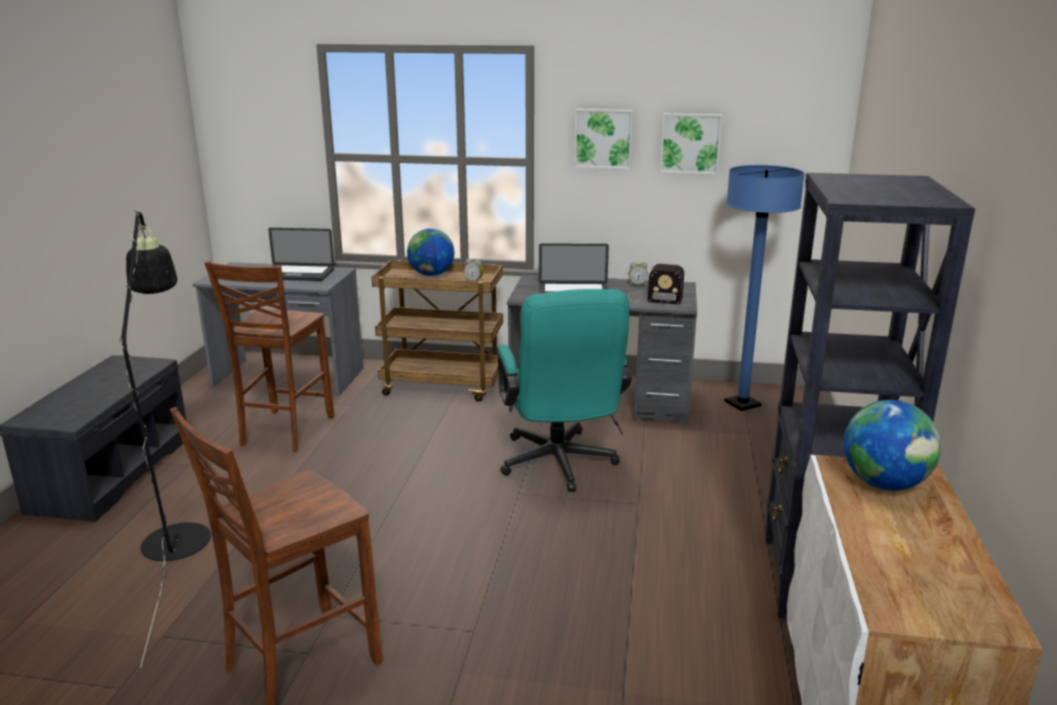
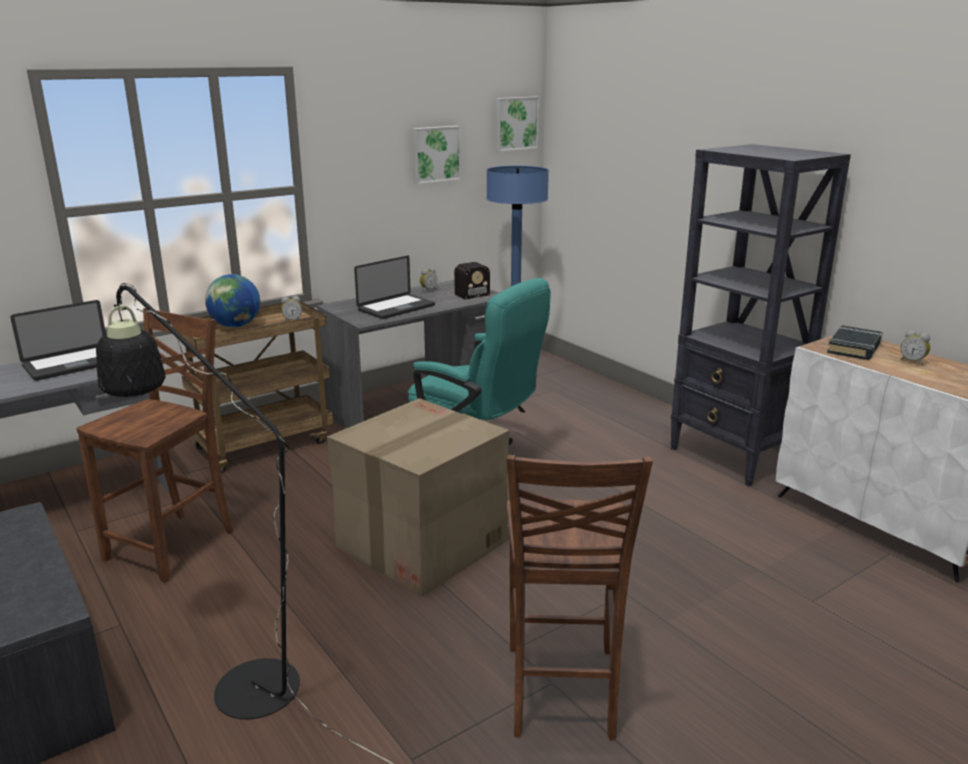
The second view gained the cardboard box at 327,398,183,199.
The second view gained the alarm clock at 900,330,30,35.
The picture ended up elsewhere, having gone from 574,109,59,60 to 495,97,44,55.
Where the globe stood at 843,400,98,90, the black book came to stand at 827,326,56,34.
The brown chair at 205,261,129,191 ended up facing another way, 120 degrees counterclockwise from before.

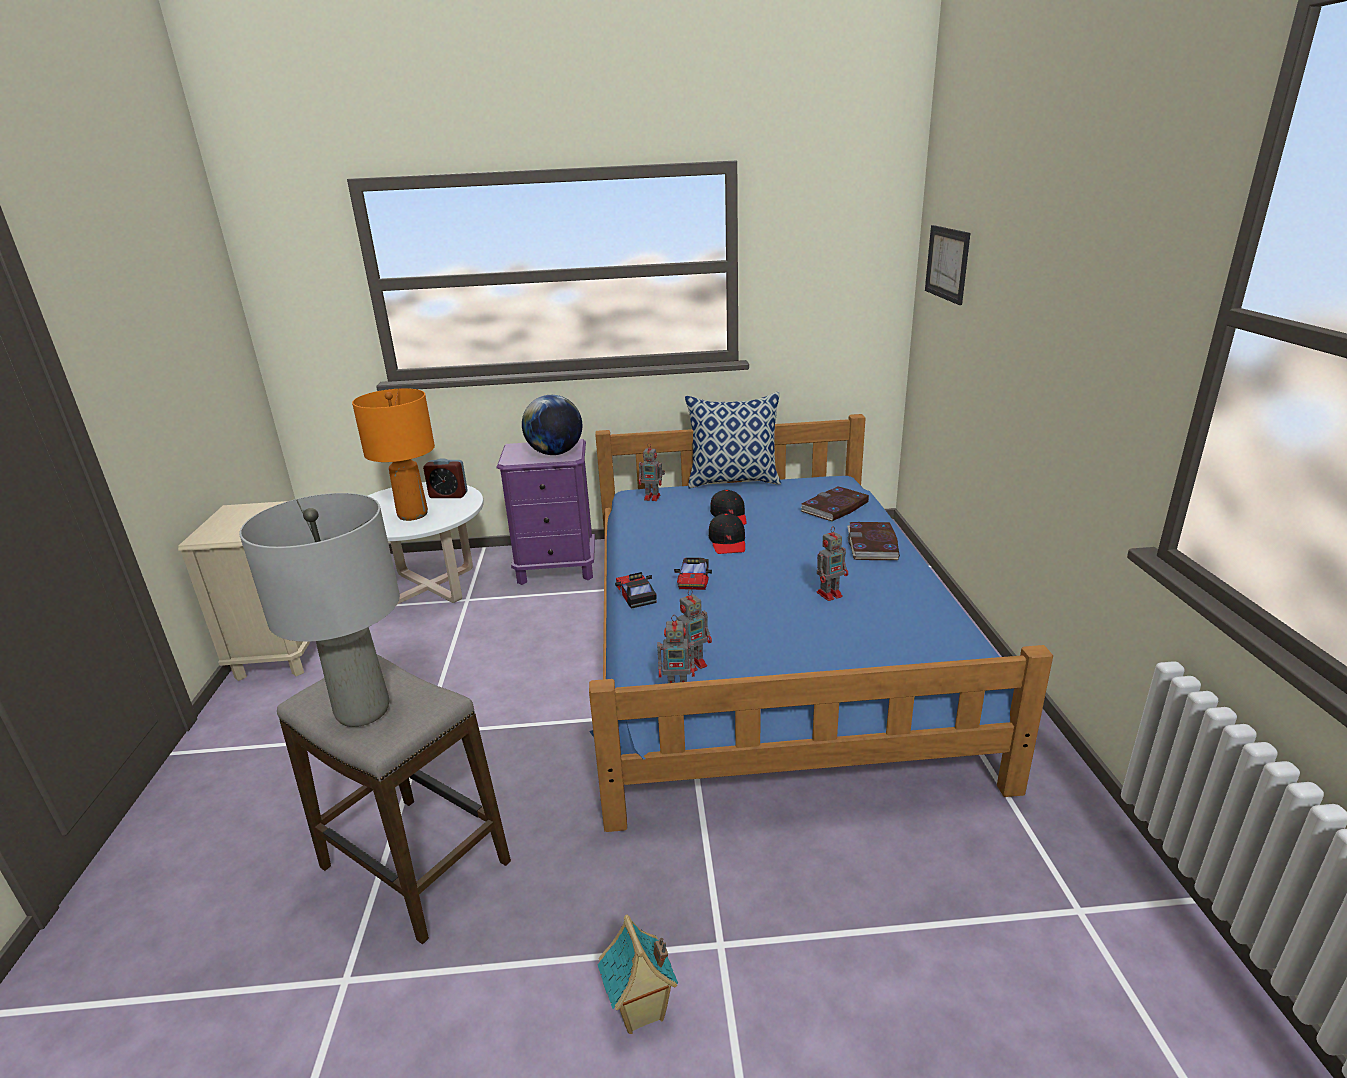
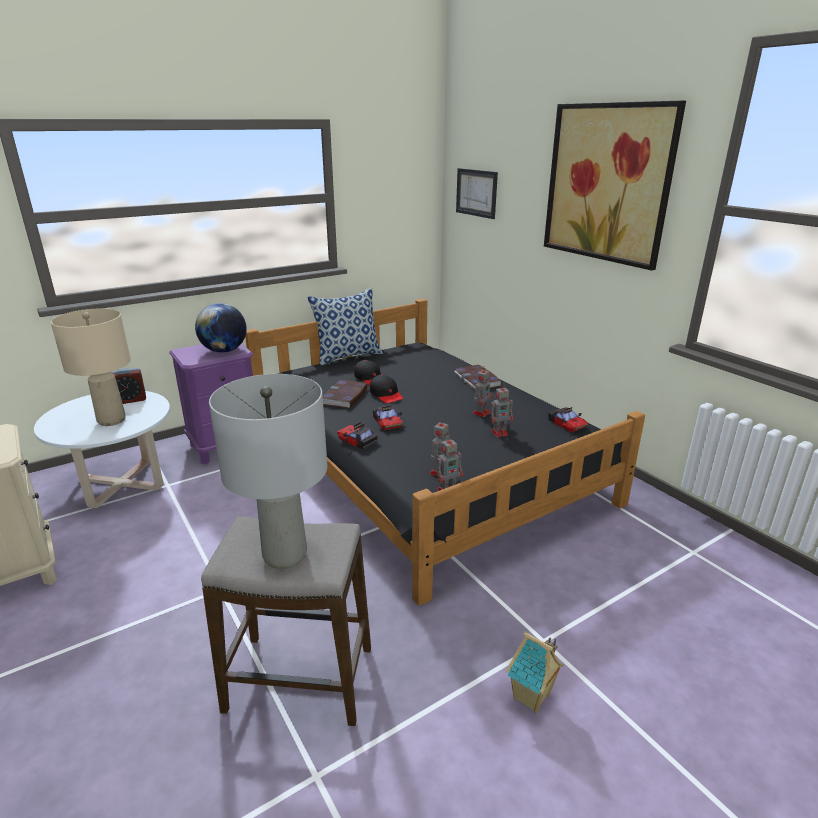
The second view gained the picture at 544,101,142,169.
The second view gained the toy car at 548,407,41,25.
The toy robot ended up elsewhere, having gone from 639,443,26,58 to 491,383,22,54.
The book ended up elsewhere, having gone from 800,486,69,35 to 323,380,45,28.
What was the orange table lamp at 352,388,83,133 turned into the beige table lamp at 51,309,80,117.
What was the blue bed at 589,414,464,418 turned into the black bed at 245,299,400,307.

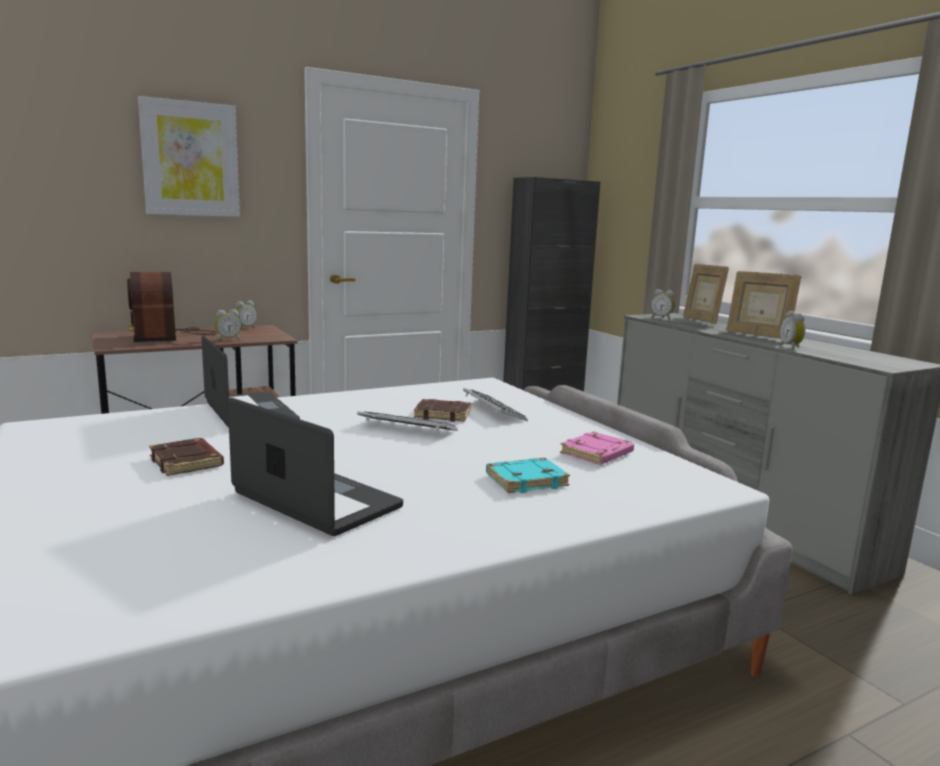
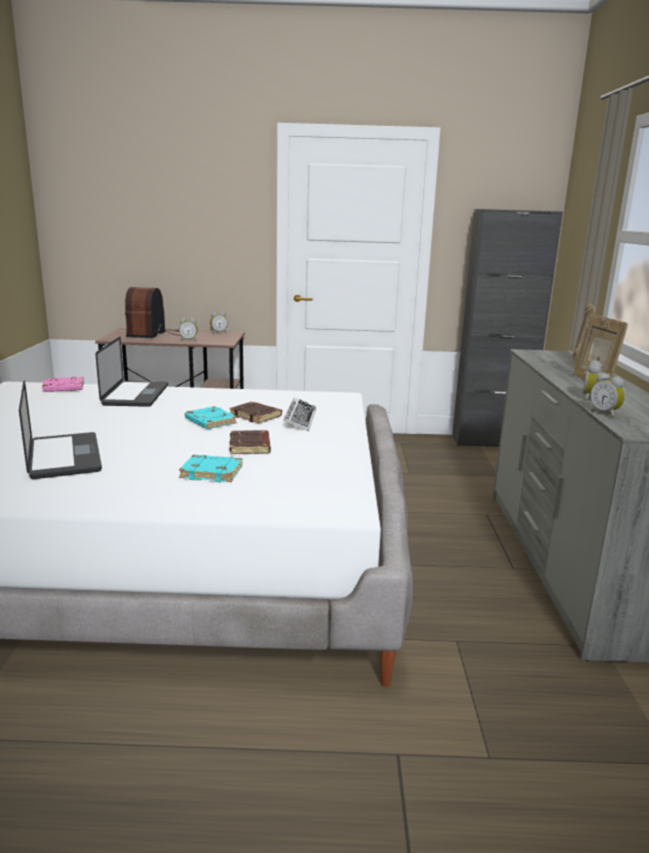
The second view lost the picture at 138,96,102,121.
The brown book ended up elsewhere, having gone from 149,438,75,38 to 229,430,42,24.
The pink book ended up elsewhere, having gone from 560,431,74,34 to 42,376,42,16.
The alarm clock ended up elsewhere, having gone from 651,289,24,31 to 590,373,35,45.
Where the keyboard stood at 357,411,101,20, the turquoise book came to stand at 185,406,52,23.

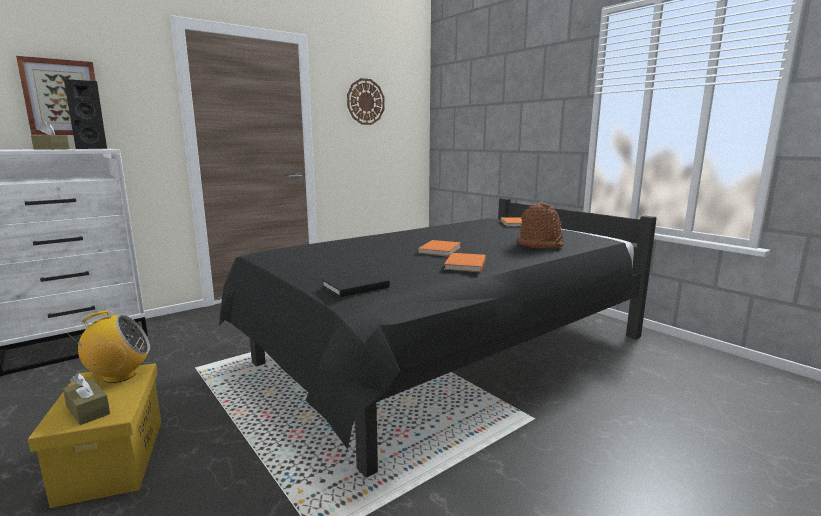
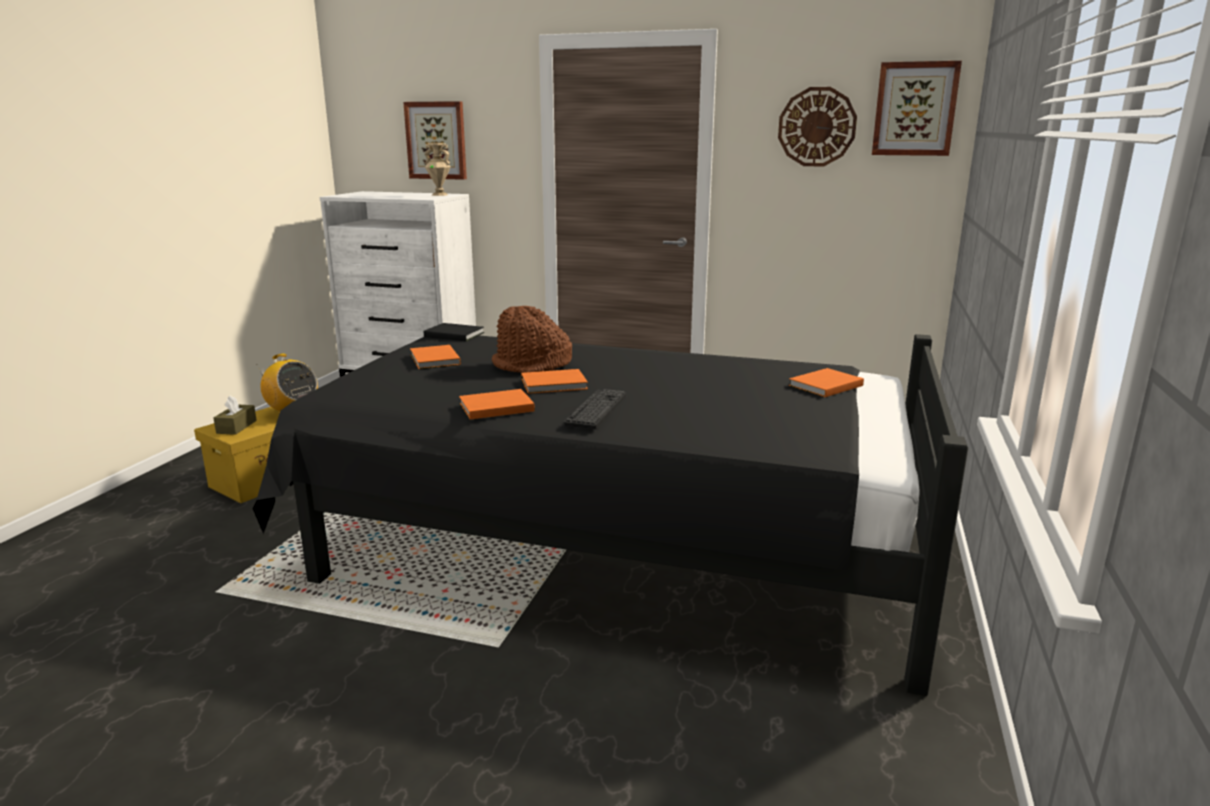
The second view lost the brown tissue box at 31,122,39,28.
The second view gained the orange book at 410,345,51,24.
The second view gained the keyboard at 564,389,62,40.
The second view gained the picture at 872,61,90,95.
The black book ended up elsewhere, having gone from 322,271,68,26 to 424,323,60,18.
The brown hat ended up elsewhere, having gone from 516,202,48,47 to 492,306,80,67.
Where the black speaker stood at 64,79,43,70, the beige vase came to stand at 425,143,26,53.

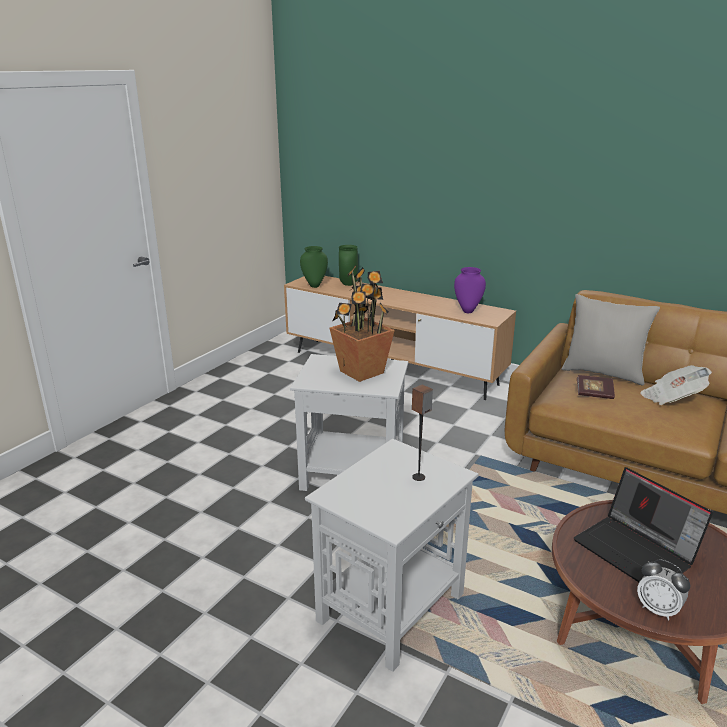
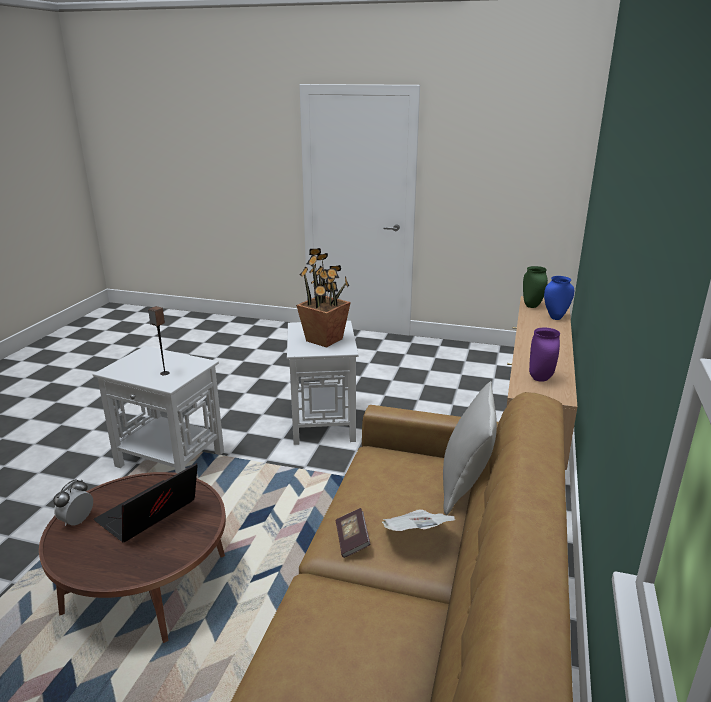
The book ended up elsewhere, having gone from 577,375,38,24 to 336,508,35,50.
What was the green vase at 339,245,19,41 turned into the blue vase at 544,276,30,44.

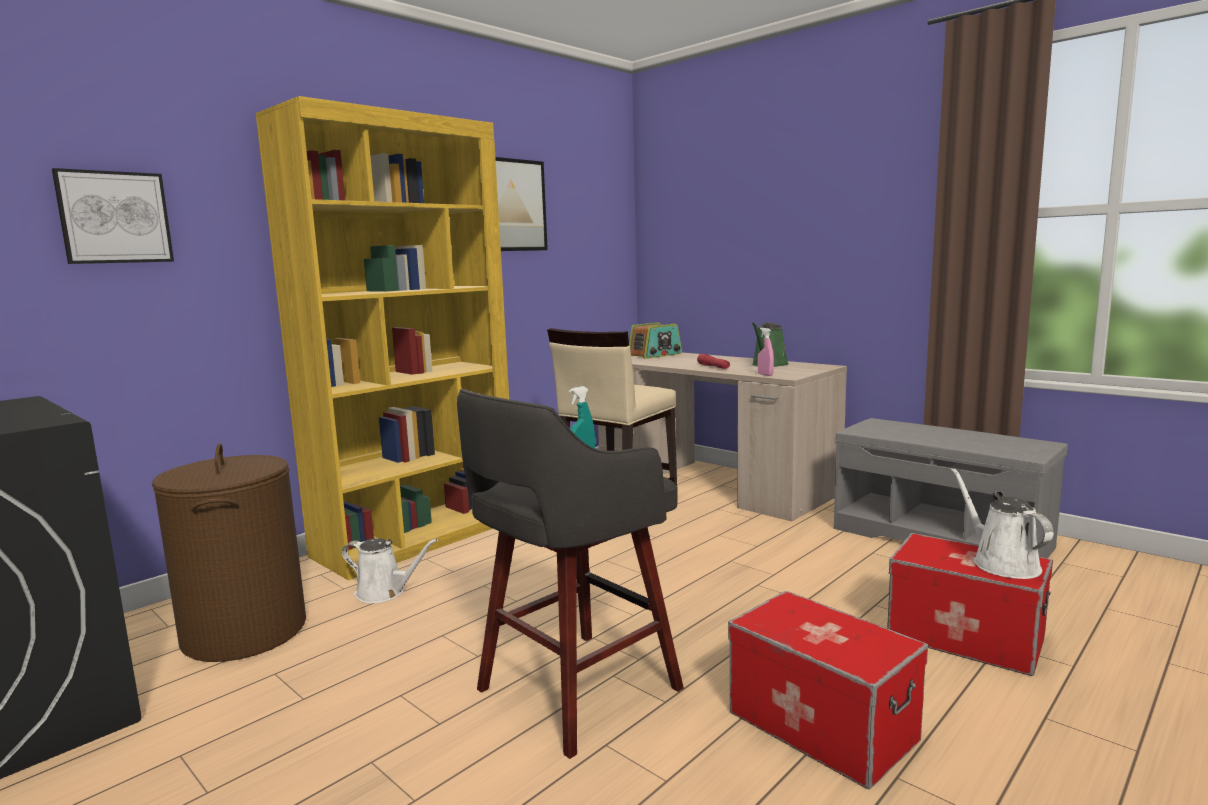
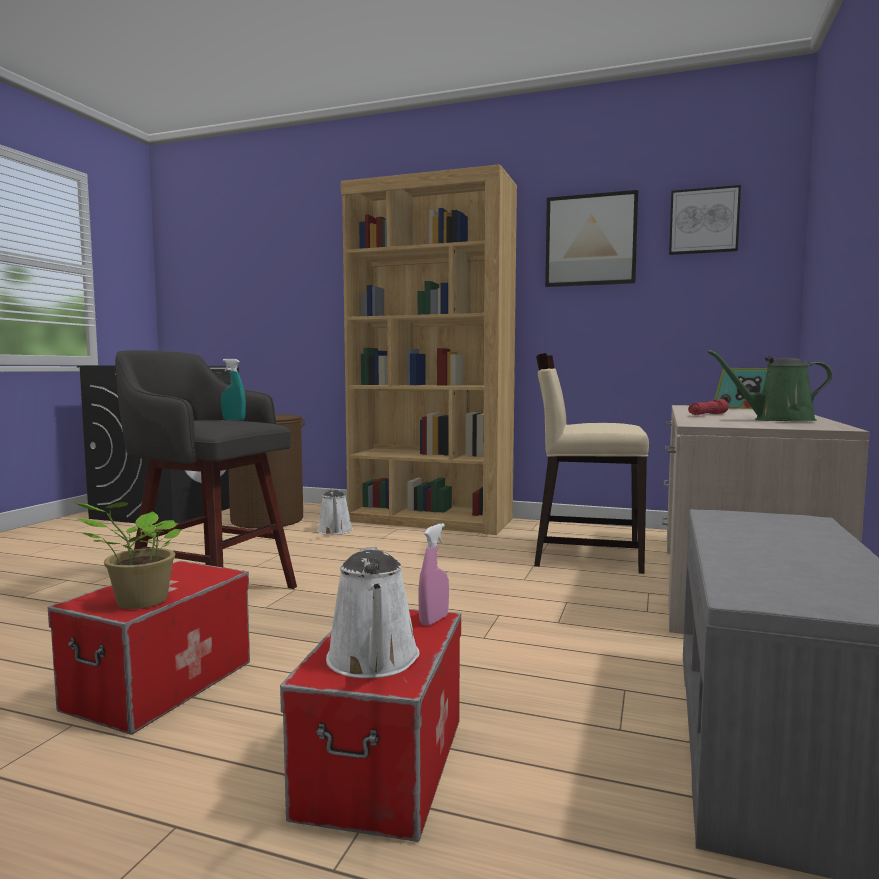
The second view gained the potted plant at 74,502,107,107.
The picture ended up elsewhere, having gone from 52,168,122,96 to 669,185,72,70.
The pink spray bottle ended up elsewhere, having gone from 758,328,16,48 to 418,523,31,103.
What was the yellow bookcase at 255,96,254,484 turned into the brown bookcase at 341,164,176,371.
The white watering can at 951,468,102,111 ended up facing another way, 120 degrees clockwise from before.

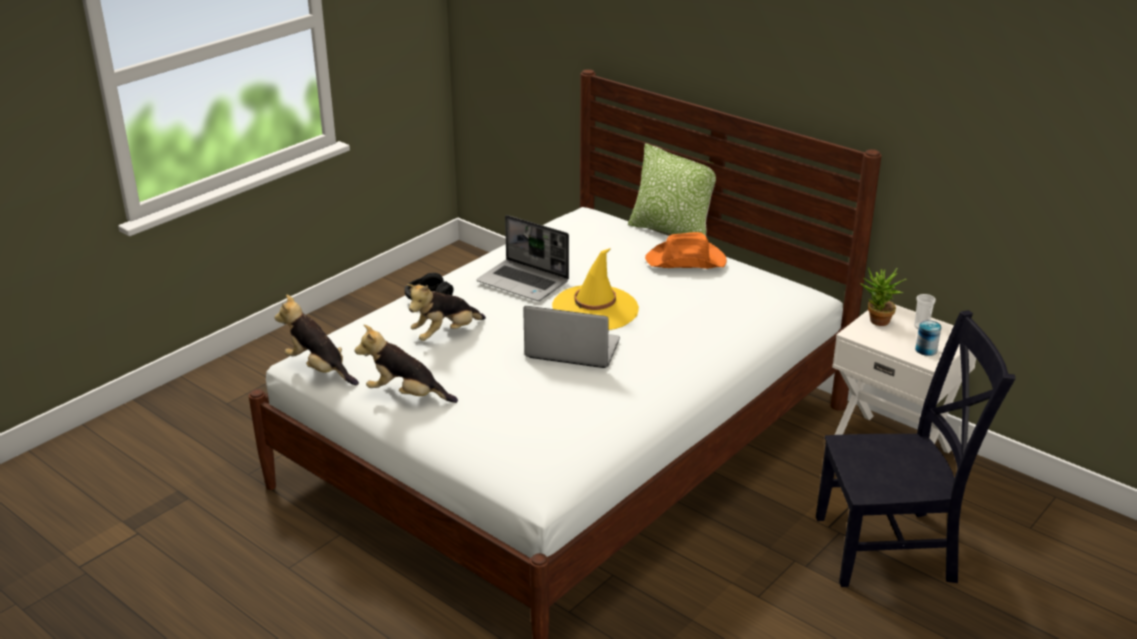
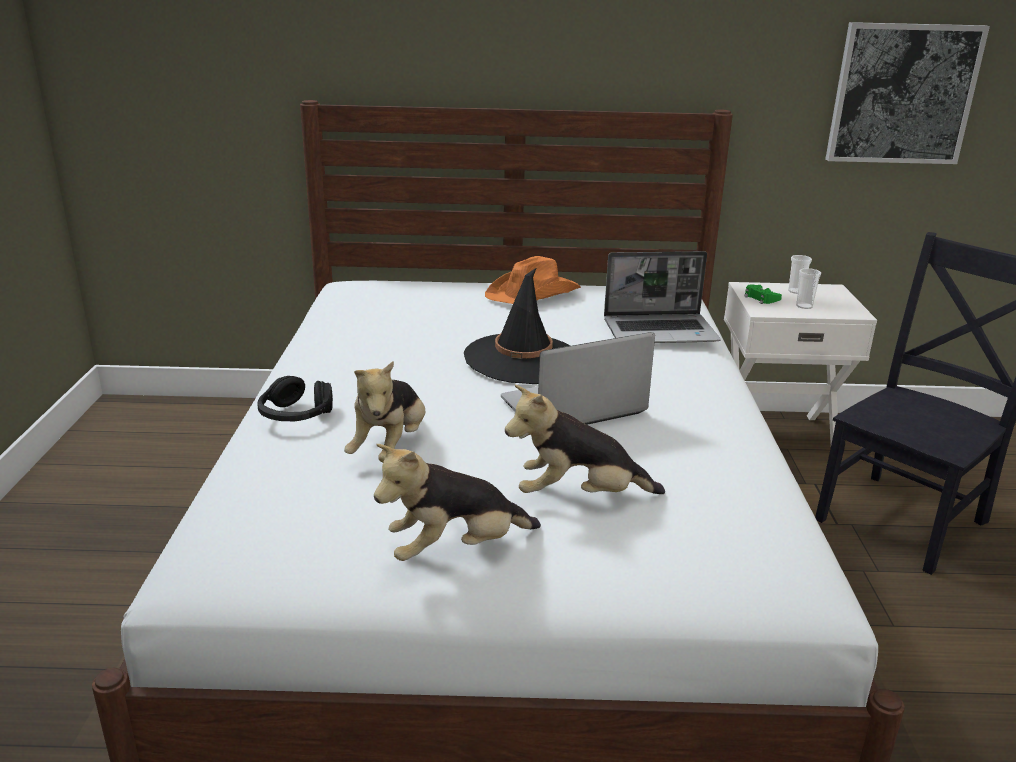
The second view lost the pillow at 628,143,88,93.
The second view lost the can at 915,320,27,36.
The second view gained the cup at 796,268,25,41.
The second view gained the picture at 825,22,165,142.
The plush toy ended up elsewhere, having gone from 275,294,84,91 to 505,385,160,109.
The laptop ended up elsewhere, having gone from 476,215,93,86 to 604,251,116,92.
Where the potted plant stood at 860,267,47,59, the green game controller came to stand at 744,284,38,20.
What was the yellow hat at 552,248,87,82 turned into the black hat at 464,268,106,116.

